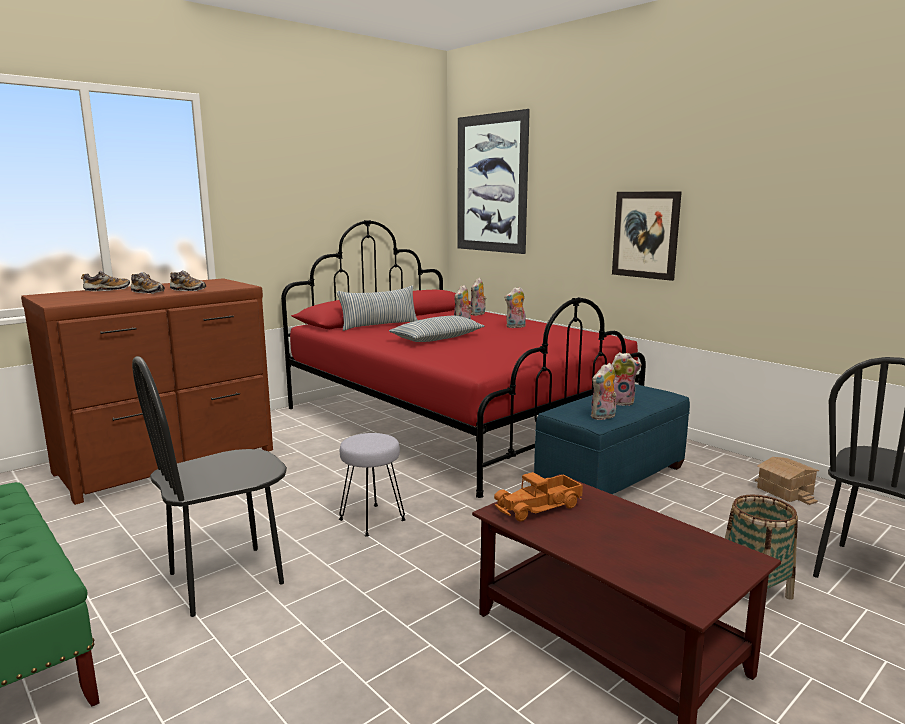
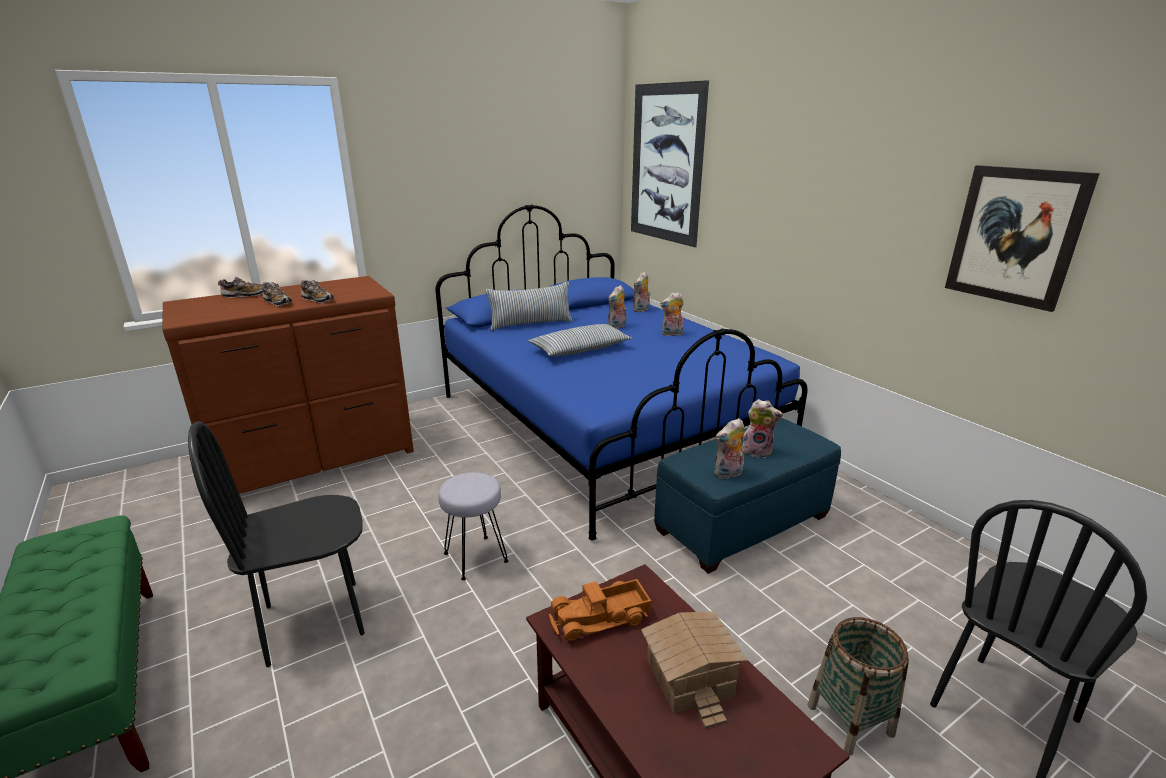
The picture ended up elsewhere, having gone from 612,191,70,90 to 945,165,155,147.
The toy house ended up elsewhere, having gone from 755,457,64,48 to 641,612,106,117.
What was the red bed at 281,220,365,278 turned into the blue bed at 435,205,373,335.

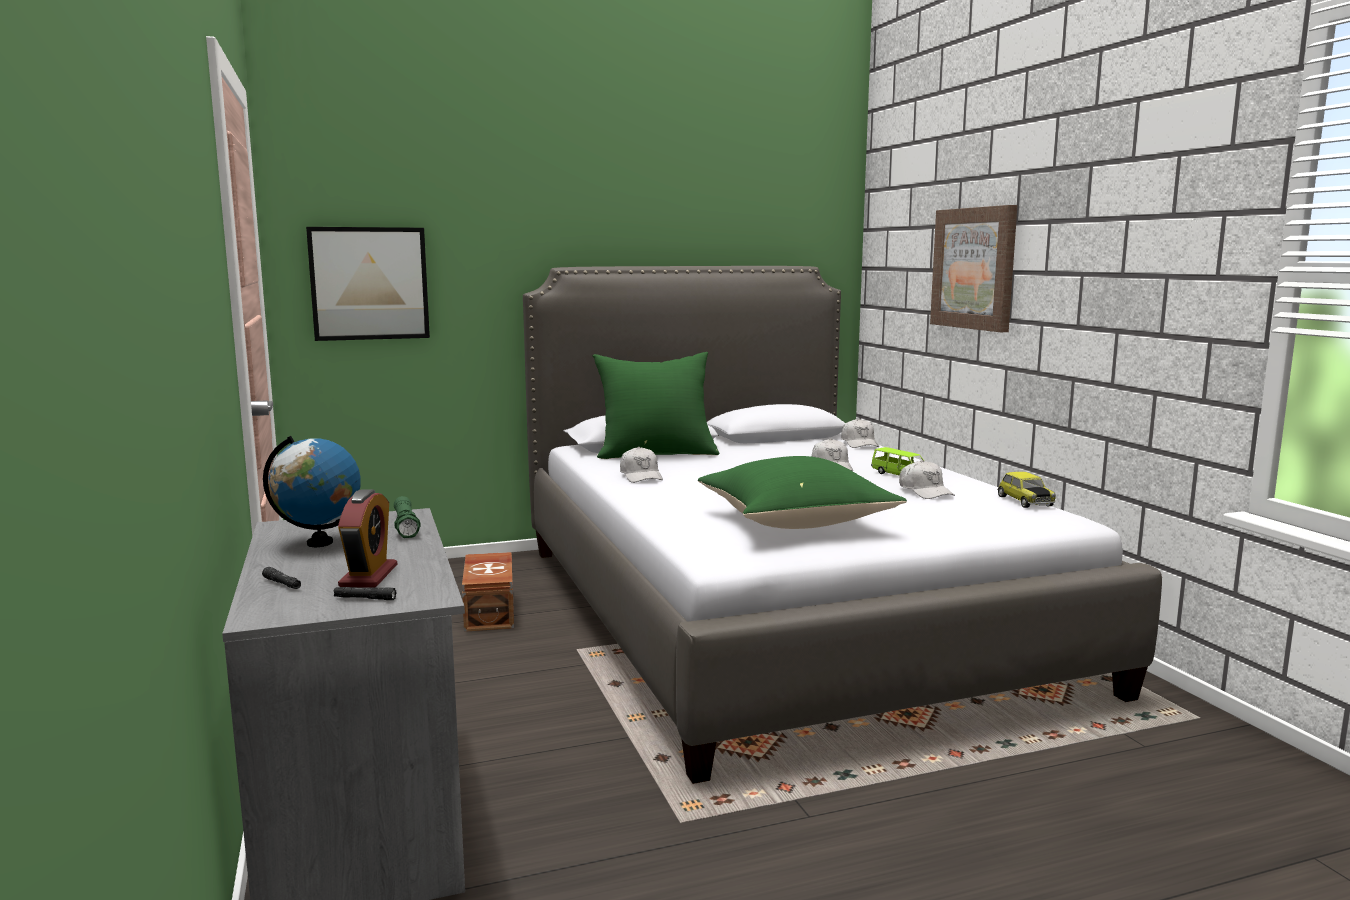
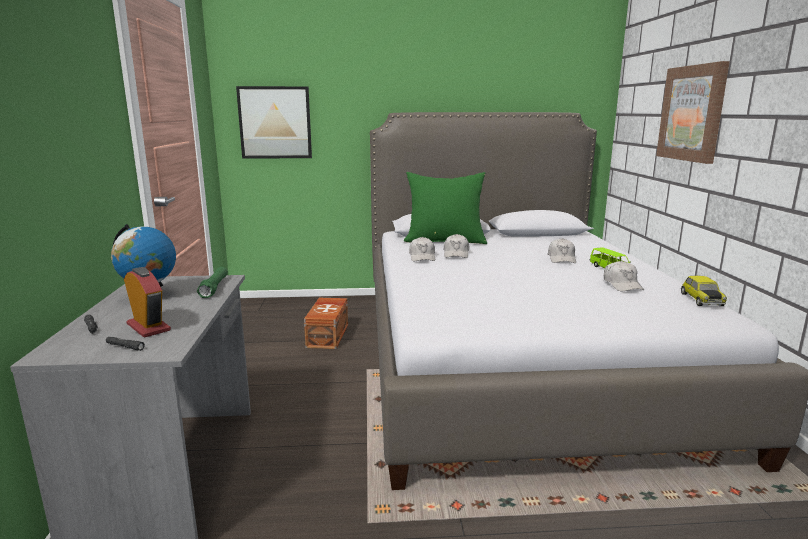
The second view lost the green pillow at 698,456,209,73.
The white cap ended up elsewhere, having gone from 841,418,38,30 to 443,234,26,24.
The alarm clock at 338,489,59,98 ended up facing another way, 60 degrees counterclockwise from before.

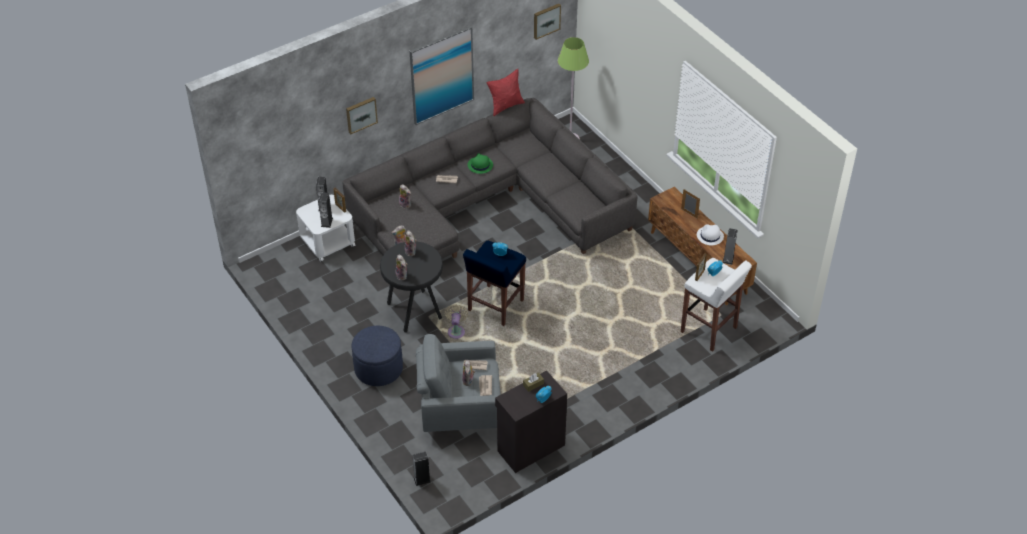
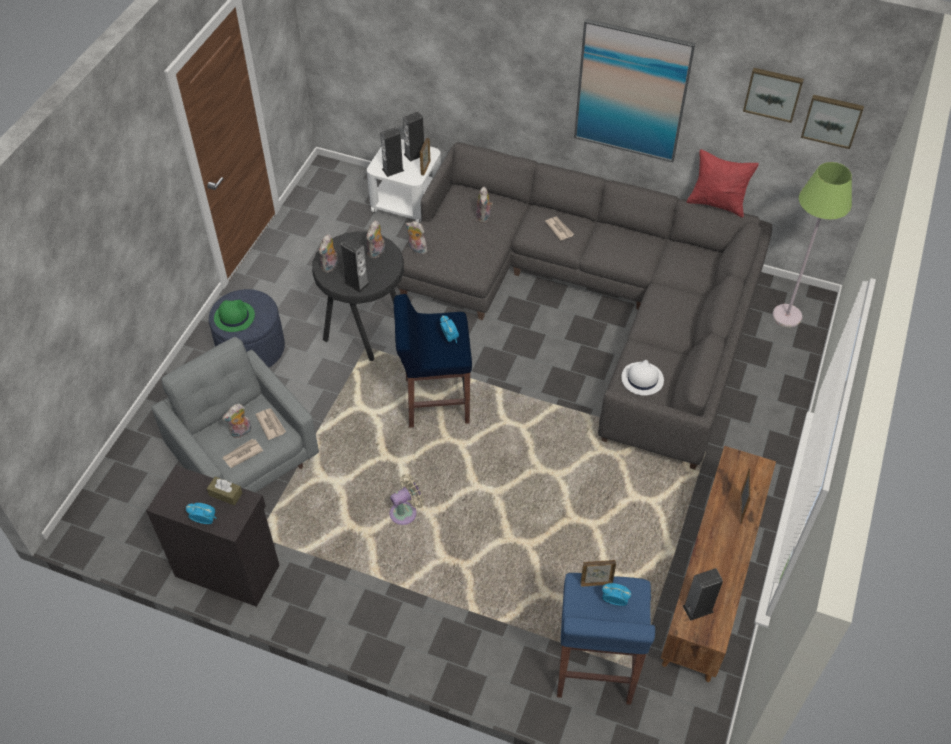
The picture ended up elsewhere, having gone from 346,97,32,37 to 743,68,61,55.
The speaker ended up elsewhere, having gone from 413,452,18,34 to 341,237,29,56.
The beige fan ended up elsewhere, having gone from 445,304,23,35 to 390,474,34,51.
The green hat ended up elsewhere, having gone from 468,153,25,21 to 214,300,41,32.
The white hat ended up elsewhere, having gone from 697,224,27,21 to 621,360,43,36.
What was the white stool at 681,258,71,94 turned into the blue stool at 557,573,98,132.

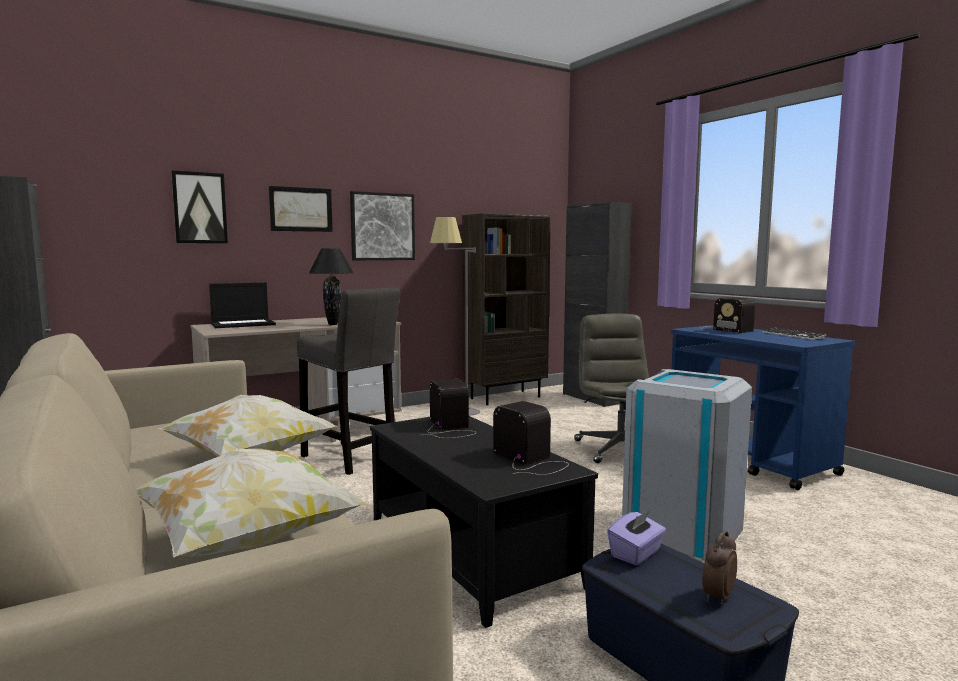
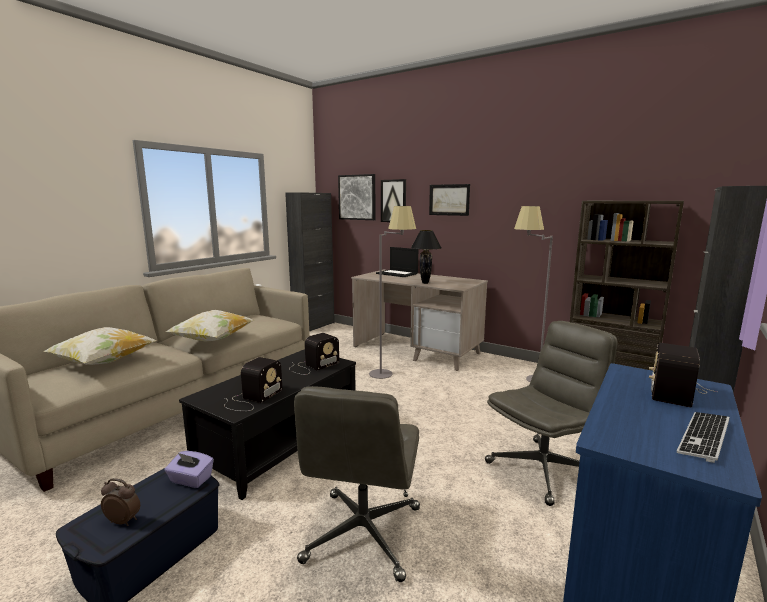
The picture ended up elsewhere, having gone from 350,191,65,69 to 338,174,37,46.
Where the grey stool stood at 297,287,104,188, the grey floor lamp came to stand at 369,206,47,173.
Where the grey trash can stood at 622,369,130,191, the grey office chair came to stand at 294,386,126,196.

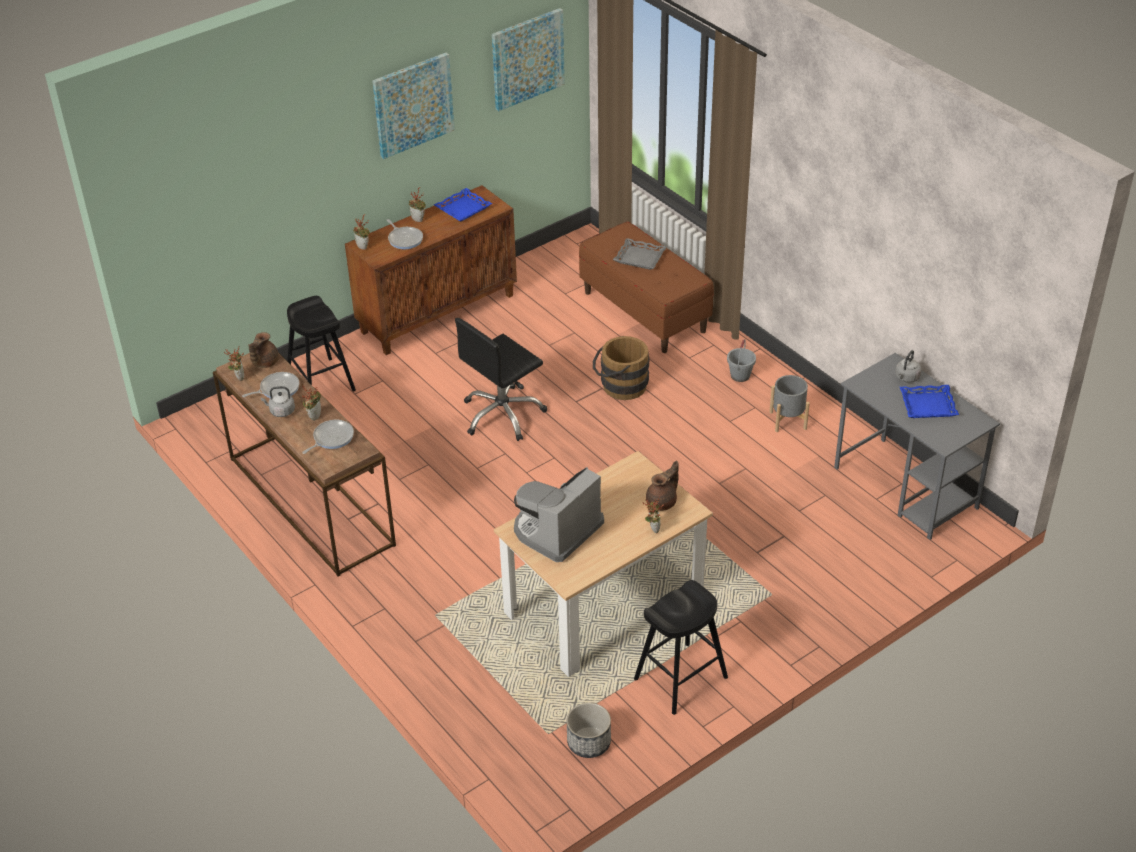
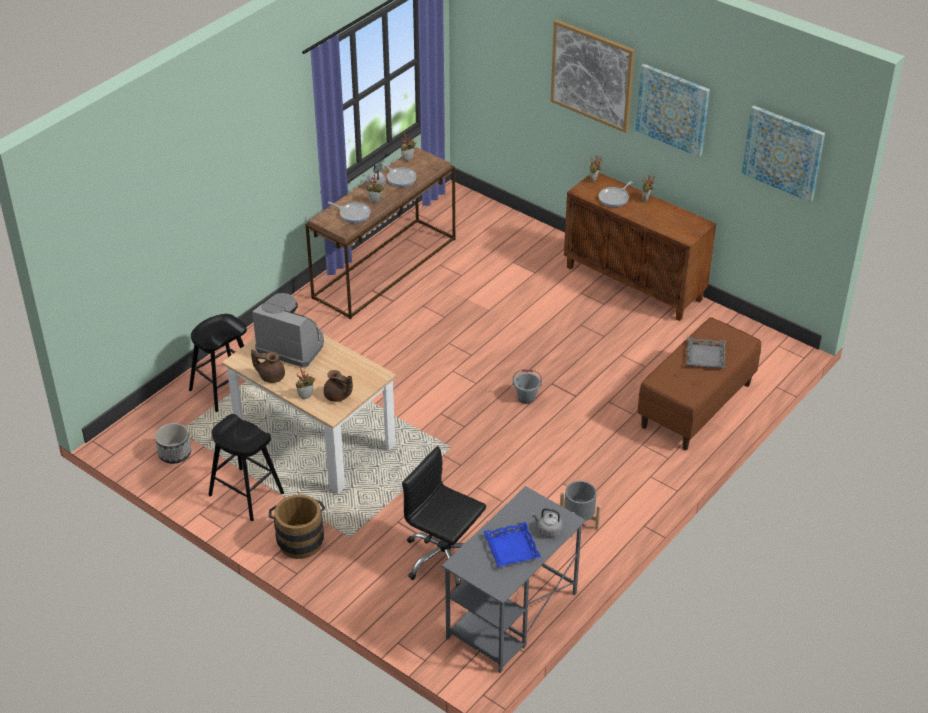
The second view lost the blue tray at 434,188,58,34.
The second view gained the picture at 551,19,84,114.
The brown teapot ended up elsewhere, having gone from 248,332,31,36 to 251,349,34,34.
The black stool ended up elsewhere, having gone from 287,296,69,95 to 189,314,58,98.
The black office chair ended up elsewhere, having gone from 455,318,92,123 to 402,446,84,142.
The brown bucket ended up elsewhere, having gone from 593,336,56,64 to 269,494,56,65.
The grey bucket ended up elsewhere, having gone from 727,339,29,43 to 513,369,29,35.

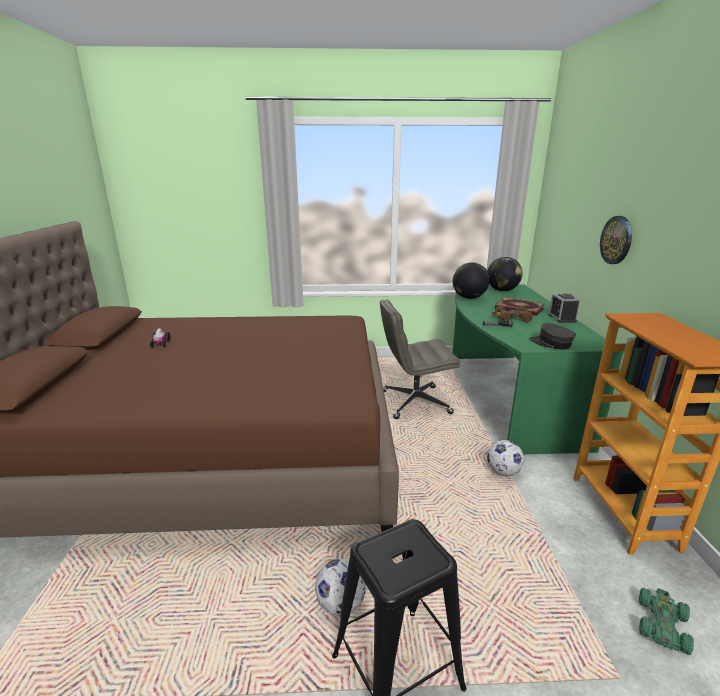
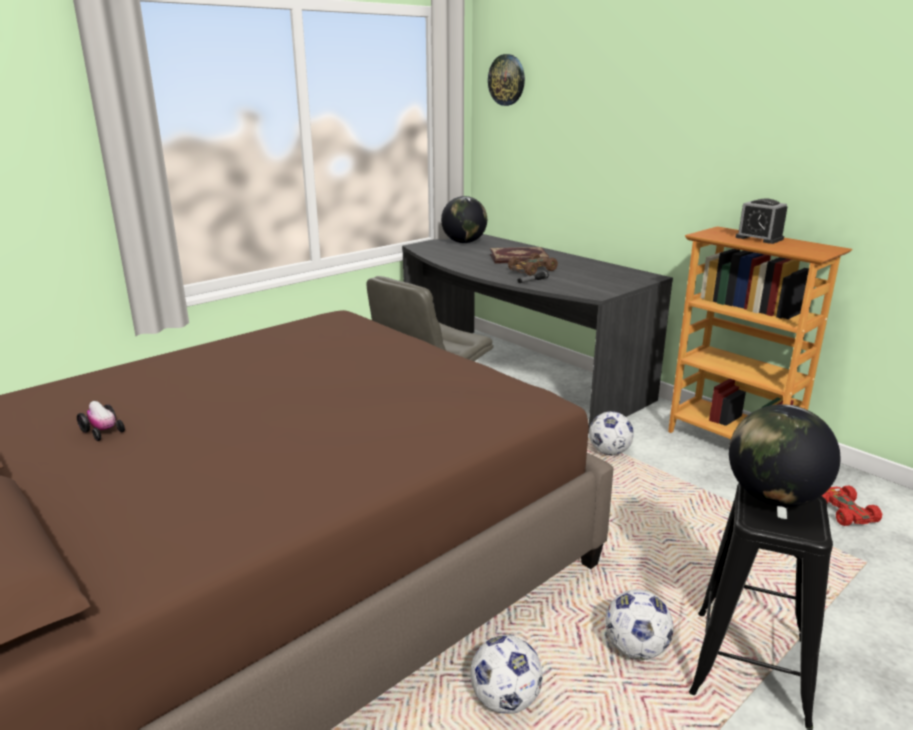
The second view lost the grey cap at 529,323,47,27.
The second view gained the football at 471,635,72,79.
The globe ended up elsewhere, having gone from 453,262,37,37 to 729,404,112,103.
The alarm clock ended up elsewhere, having gone from 548,294,32,29 to 736,198,52,46.
The wall clock ended up elsewhere, having gone from 600,216,32,48 to 488,54,37,52.
What was the green desk at 452,284,172,170 turned into the grey desk at 402,234,271,199.
What was the green toy car at 639,588,55,67 turned into the red toy car at 822,485,60,41.

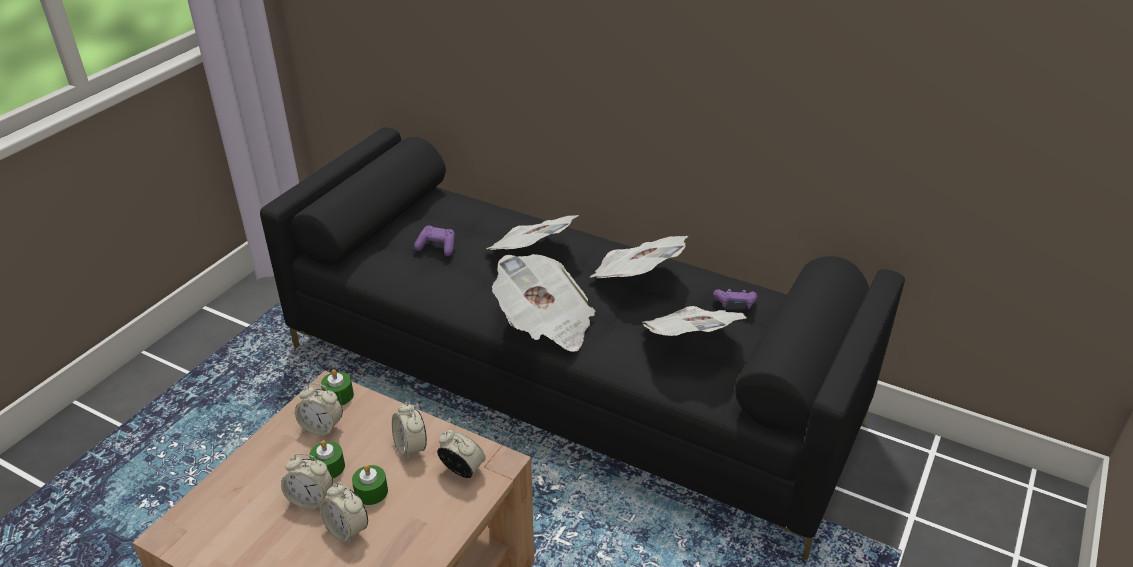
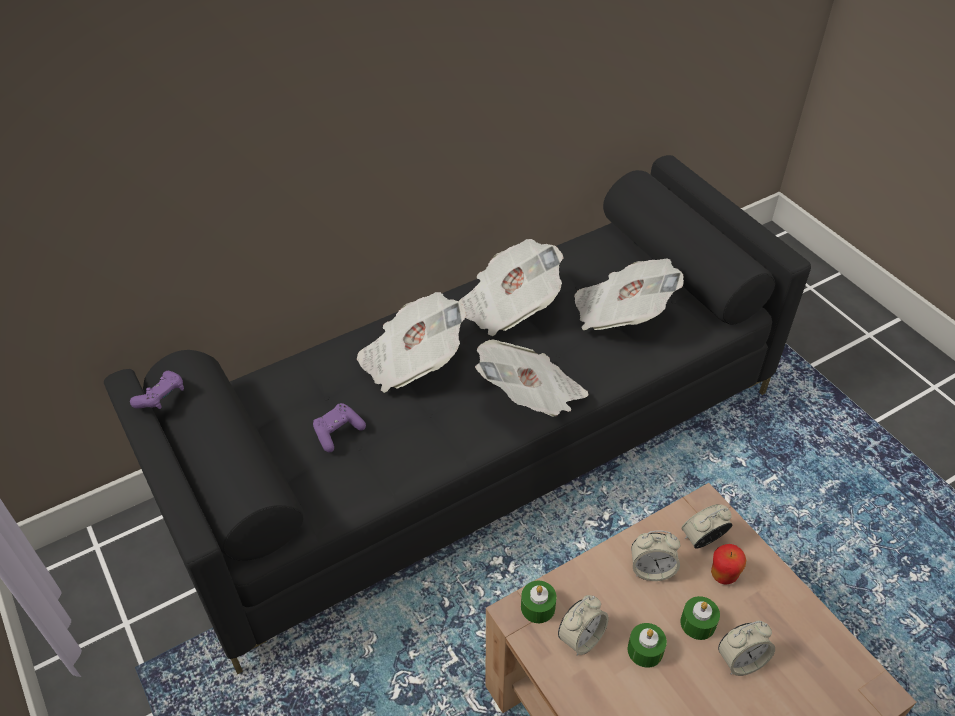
The second view lost the alarm clock at 281,453,52,56.
The second view gained the apple at 711,544,35,41.
The purple game controller ended up elsewhere, having gone from 713,289,45,20 to 130,371,54,38.

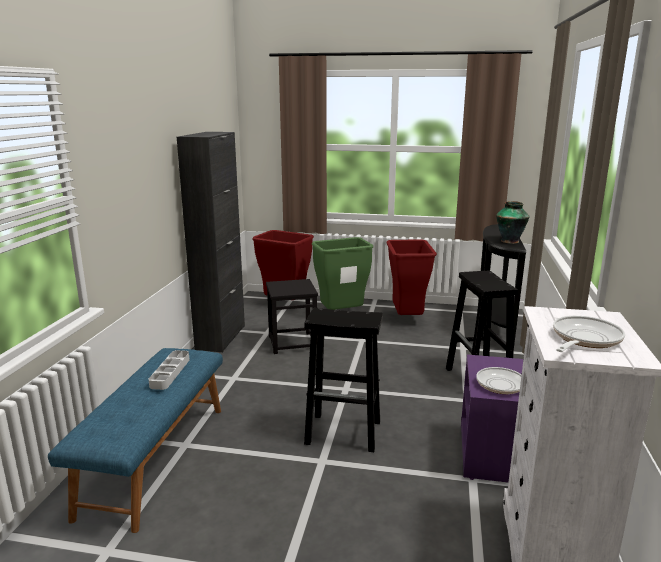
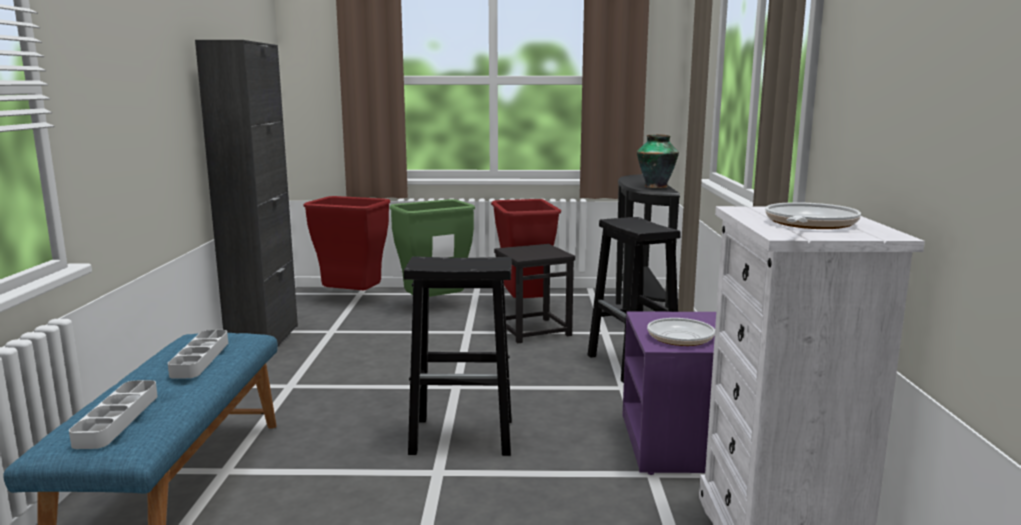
The second view gained the grey tray at 69,380,89,69.
The black stool ended up elsewhere, having gone from 266,279,52,75 to 494,244,81,99.

